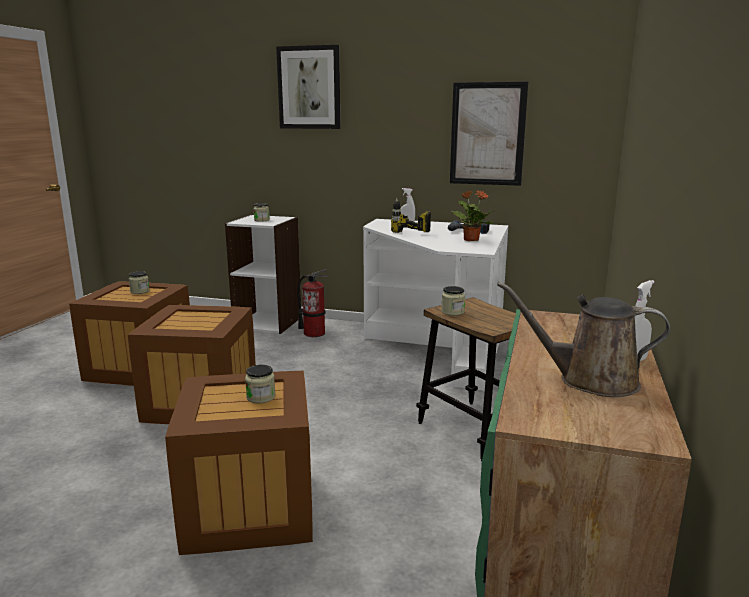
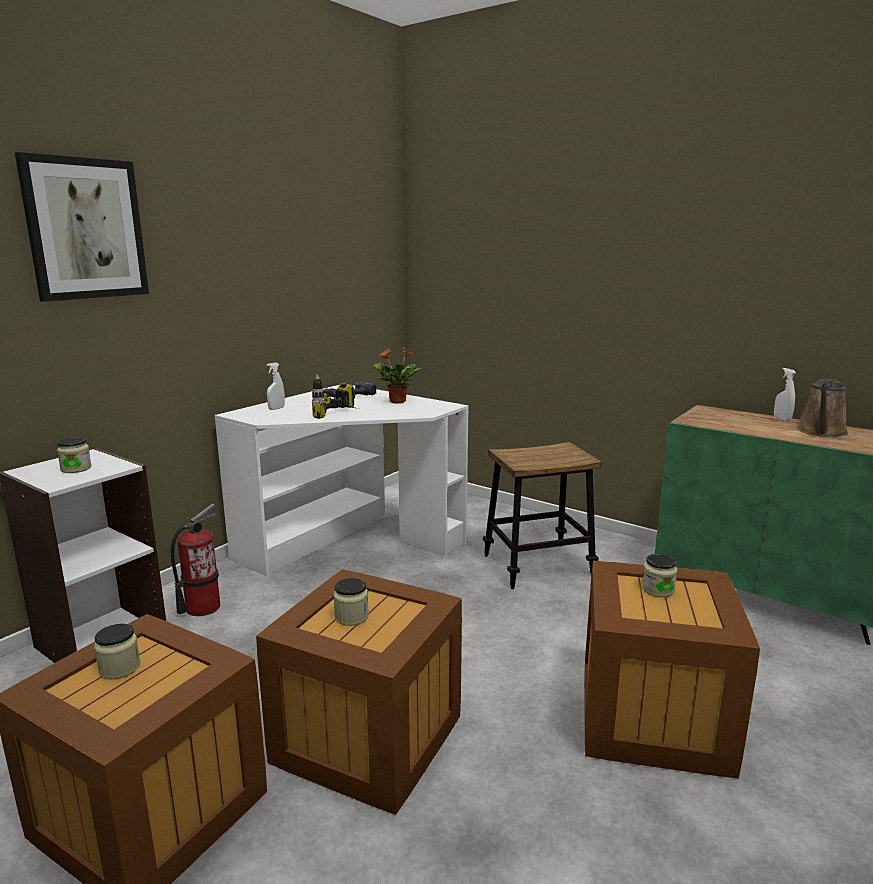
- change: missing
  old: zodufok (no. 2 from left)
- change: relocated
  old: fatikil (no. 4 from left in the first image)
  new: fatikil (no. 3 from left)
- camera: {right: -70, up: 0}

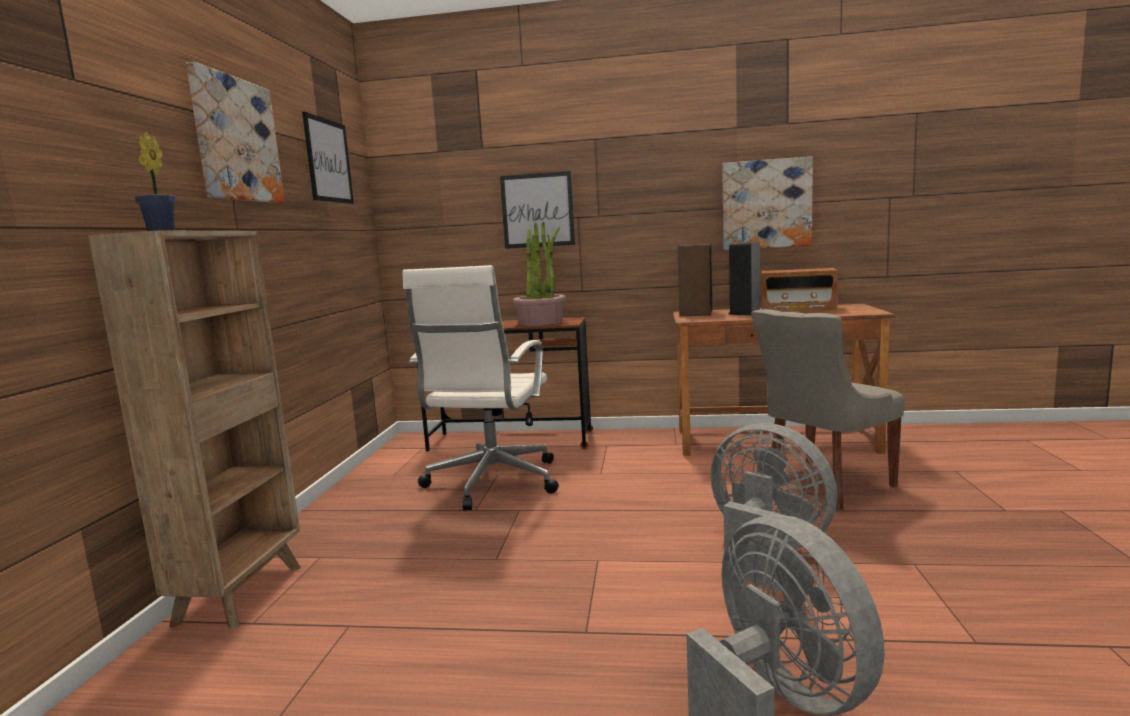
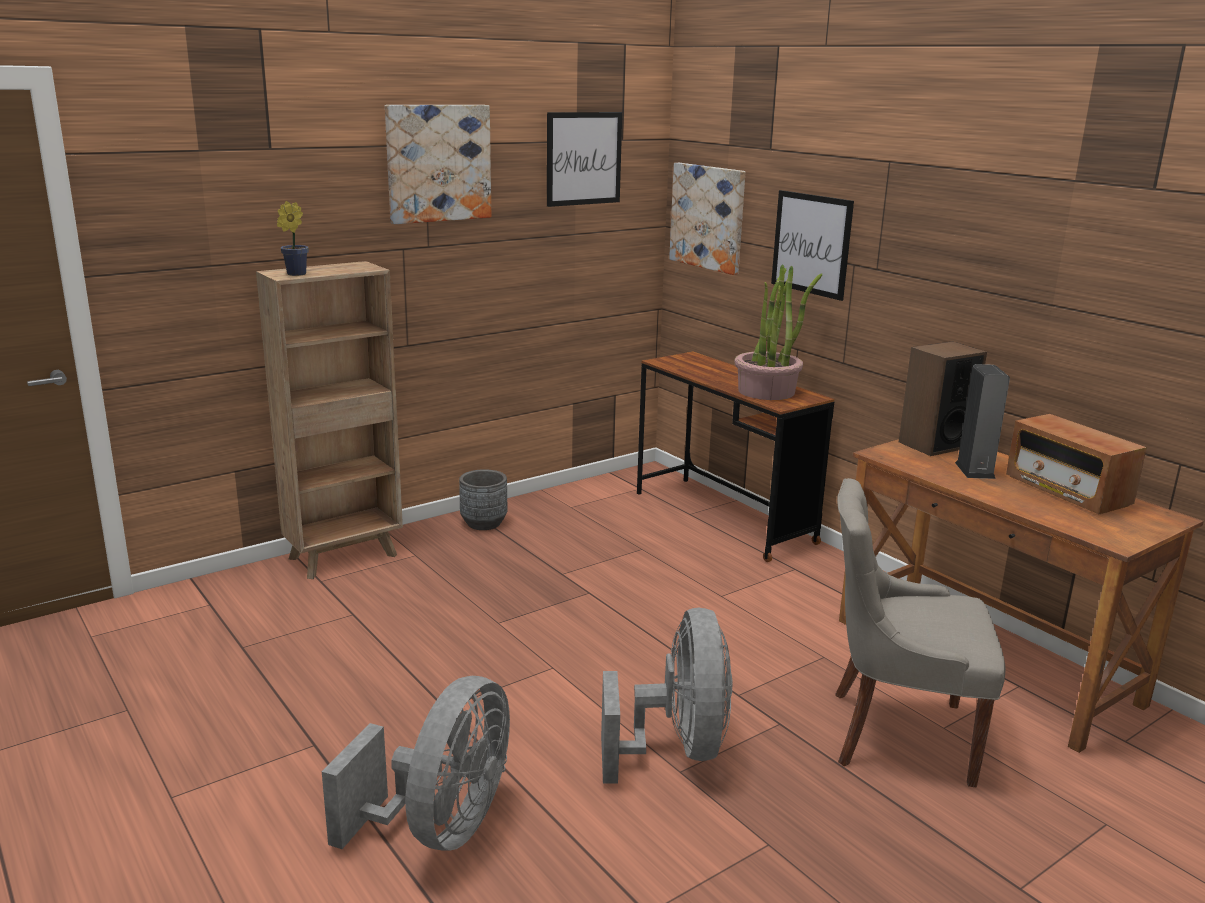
- change: relocated
  old: zodufok (no. 4 from left in the first image)
  new: zodufok (no. 3 from left)
- change: missing
  old: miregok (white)
- change: appeared
  new: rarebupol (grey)
- camera: {right: 45, up: 10}

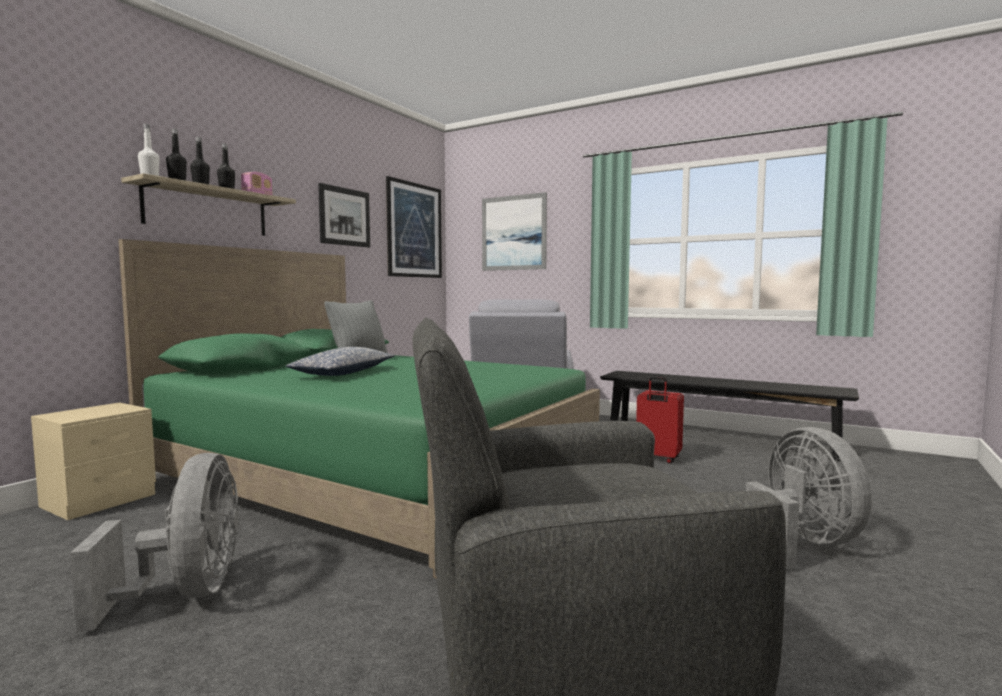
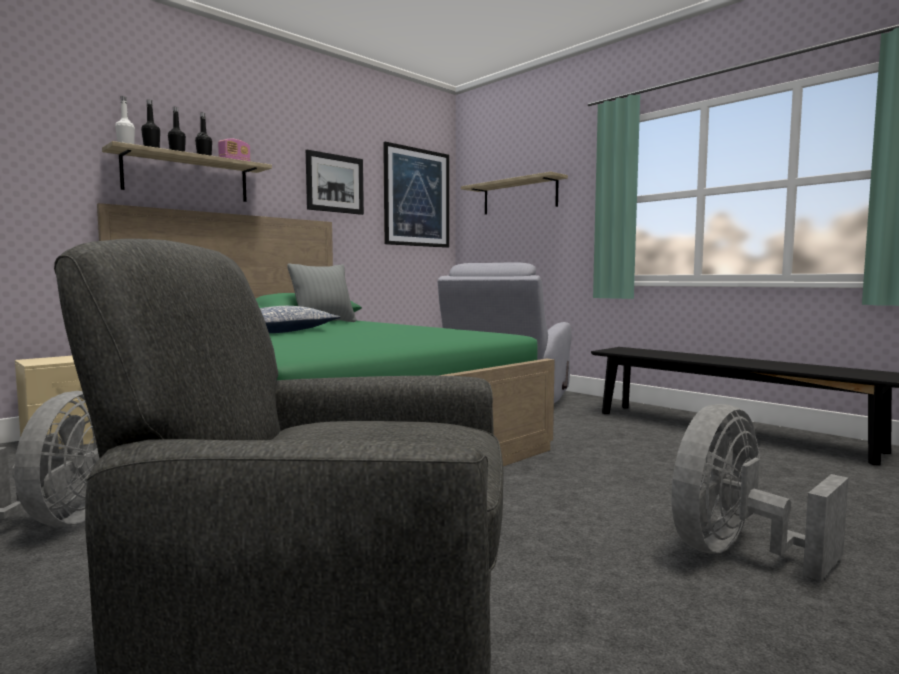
- change: exchanged
  old: zodufok (no. 3 from left)
  new: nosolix (no. 2 from left)
- change: missing
  old: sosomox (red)
- change: spun
  old: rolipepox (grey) (no. 2 from left)
  degrees: -135
- camera: {right: 15, up: 0}

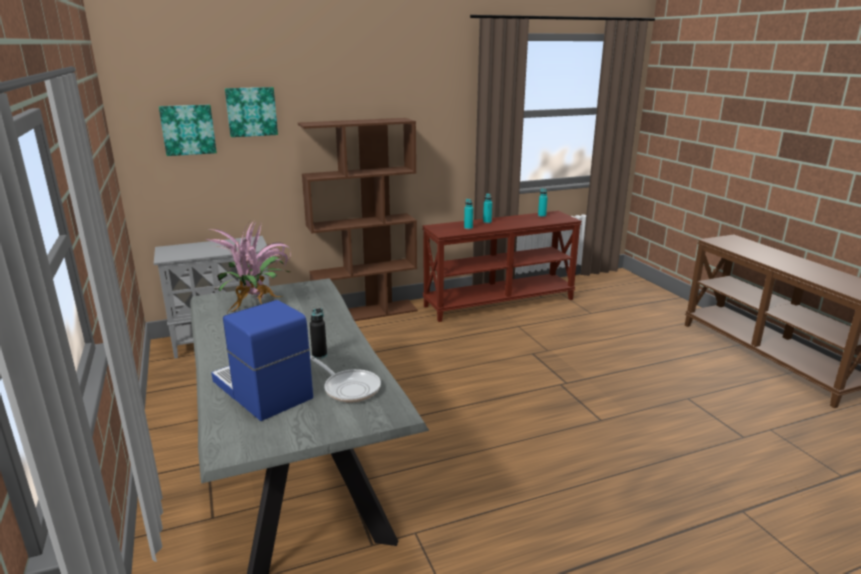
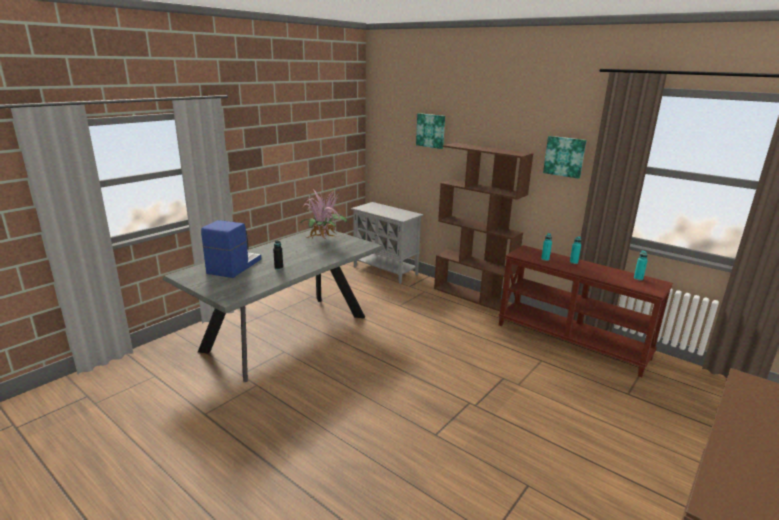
- change: relocated
  old: zodufok (no. 1 from left in the first image)
  new: zodufok (no. 2 from left)
- change: missing
  old: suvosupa
- camera: {right: 60, up: 0}

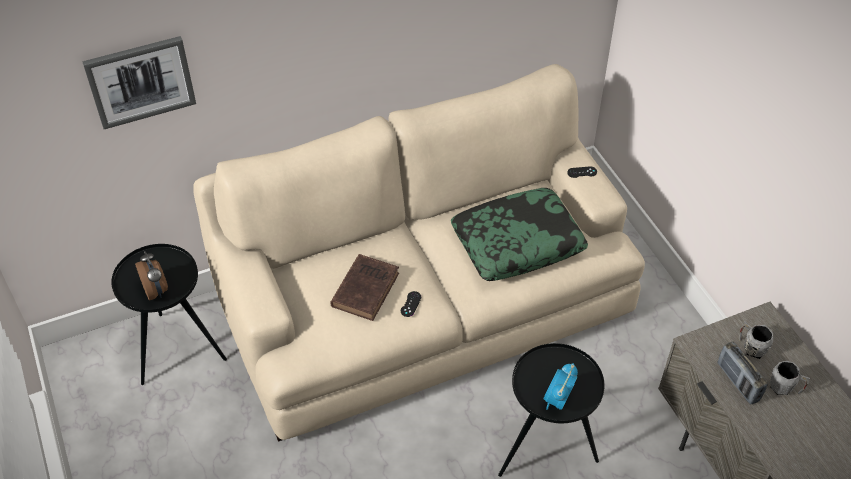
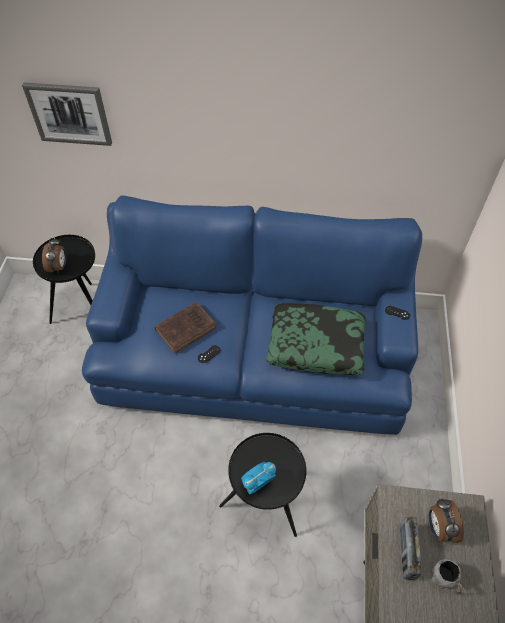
- change: colour
  old: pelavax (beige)
  new: pelavax (blue)
- change: exchanged
  old: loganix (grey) (no. 1 from left)
  new: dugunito (no. 3 from left)
- camera: {right: 30, up: 5}

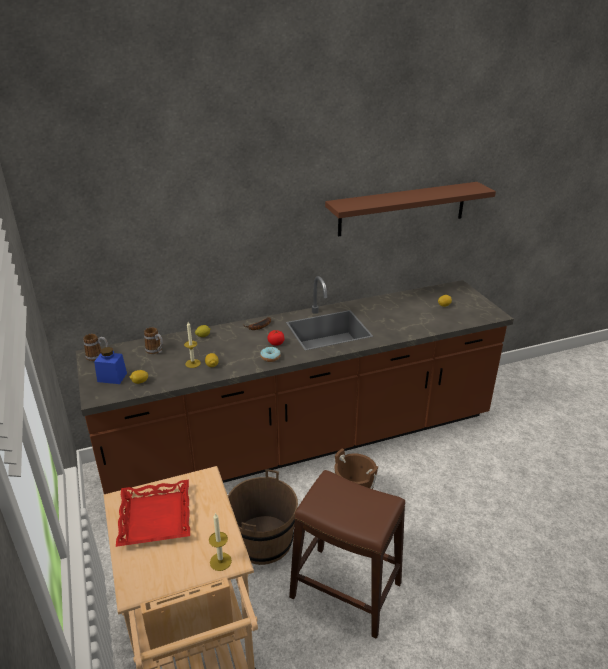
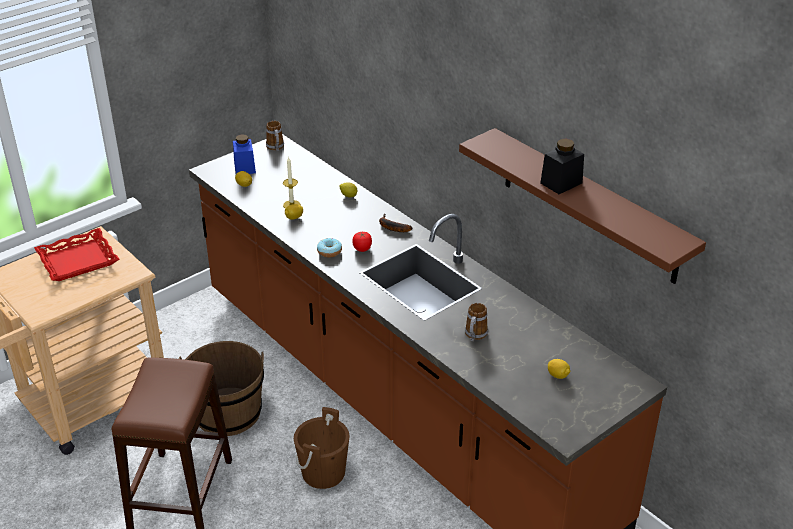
- change: relocated
  old: loganix (no. 2 from left)
- change: missing
  old: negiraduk (no. 2 from left)
- change: appeared
  new: fatikil (black)
- camera: {right: 70, up: 5}

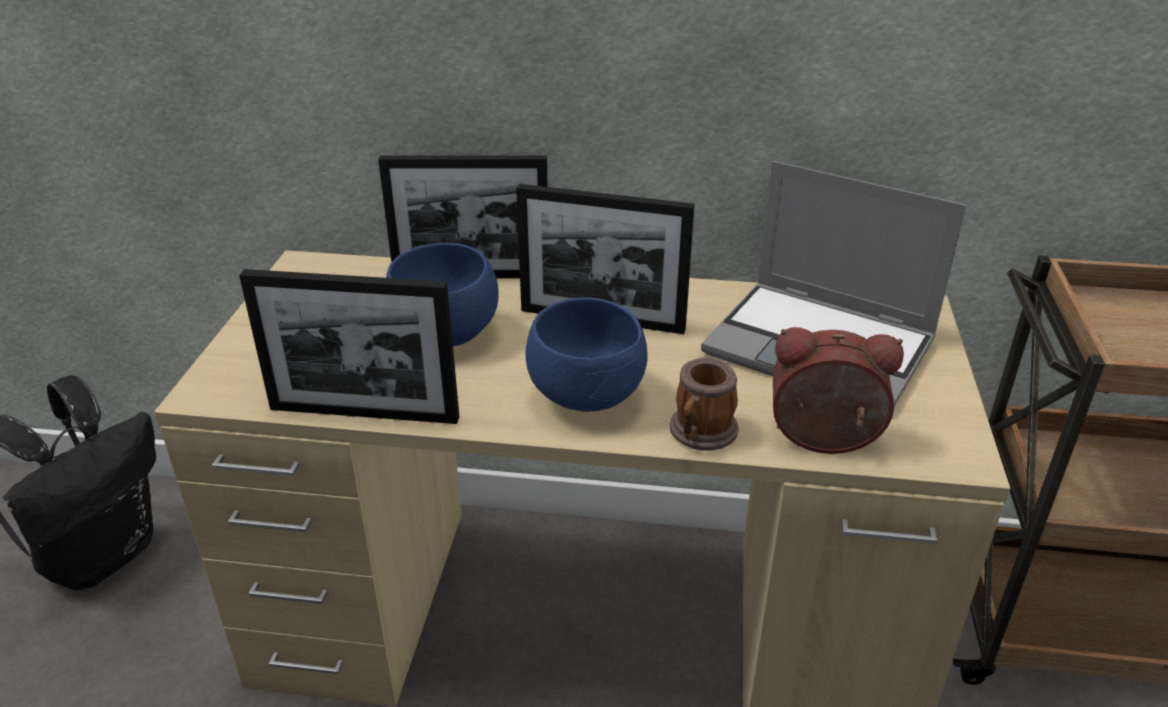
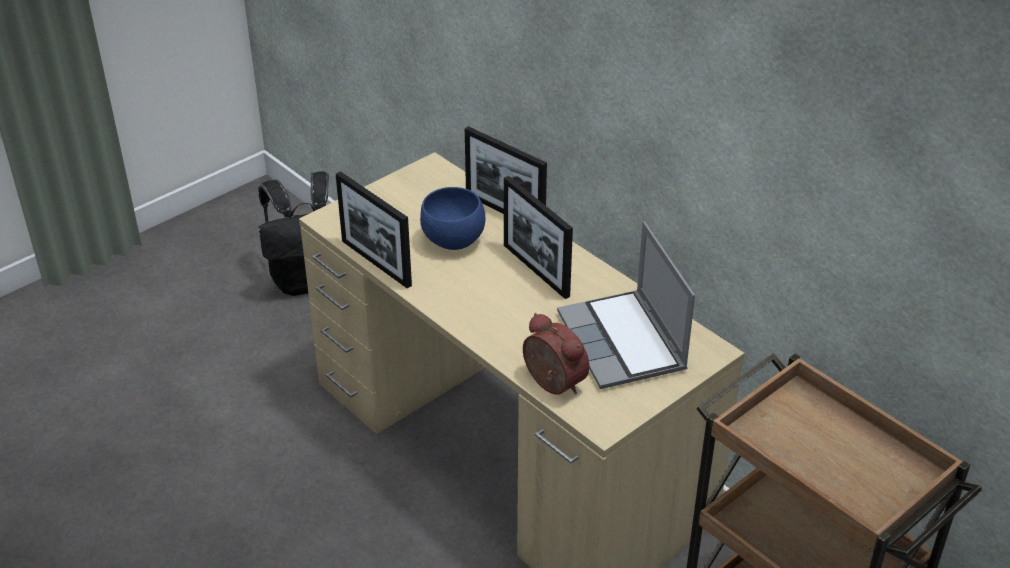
- change: missing
  old: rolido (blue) (no. 2 from left)
- change: missing
  old: loganix
- camera: {right: 40, up: 5}

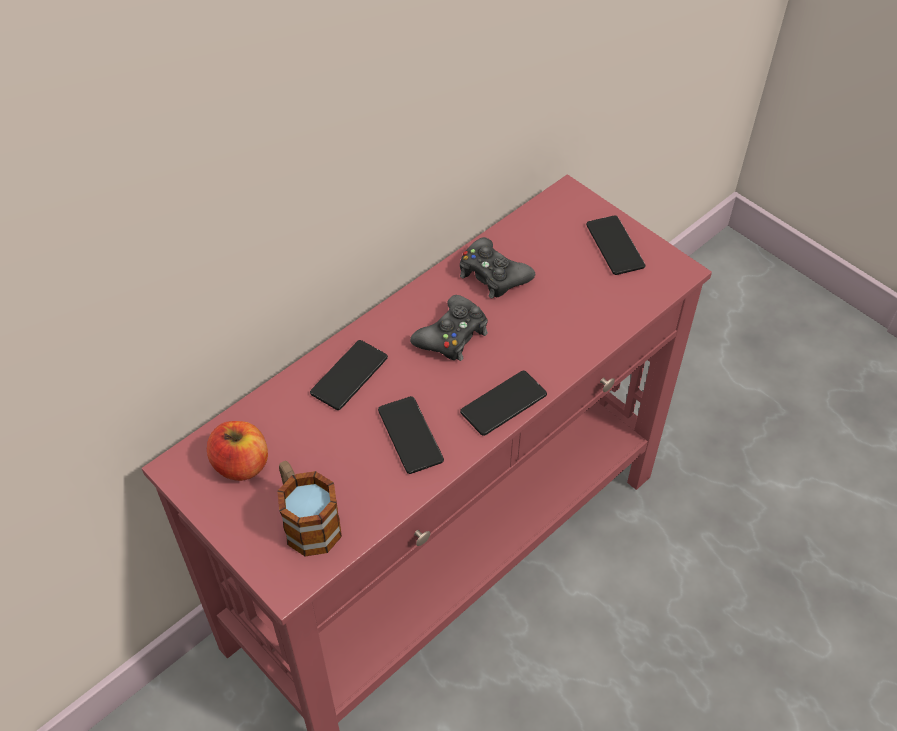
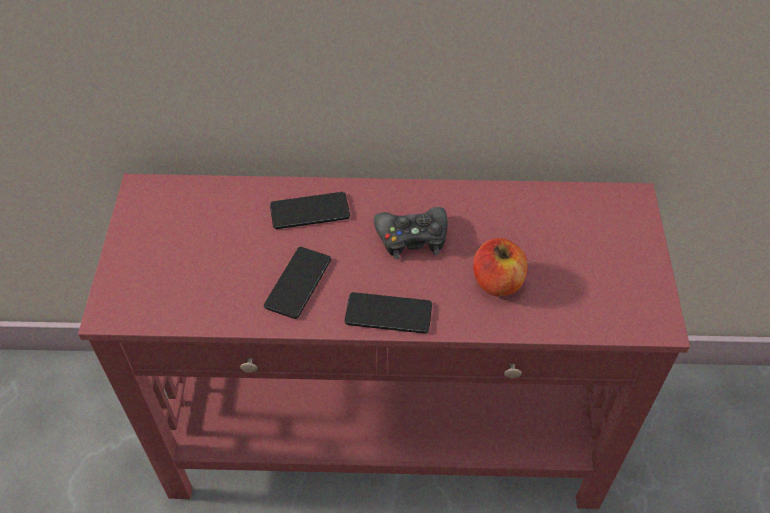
- change: missing
  old: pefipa (no. 4 from left)
- change: missing
  old: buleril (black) (no. 2 from left)
- change: relocated
  old: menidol
- change: missing
  old: loganix
- camera: {right: 45, up: 0}

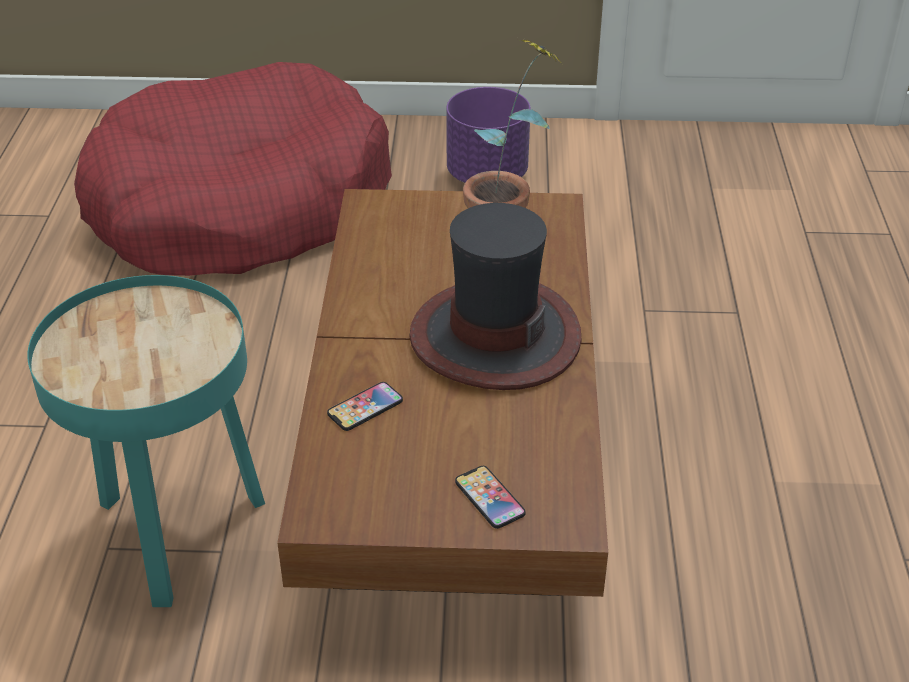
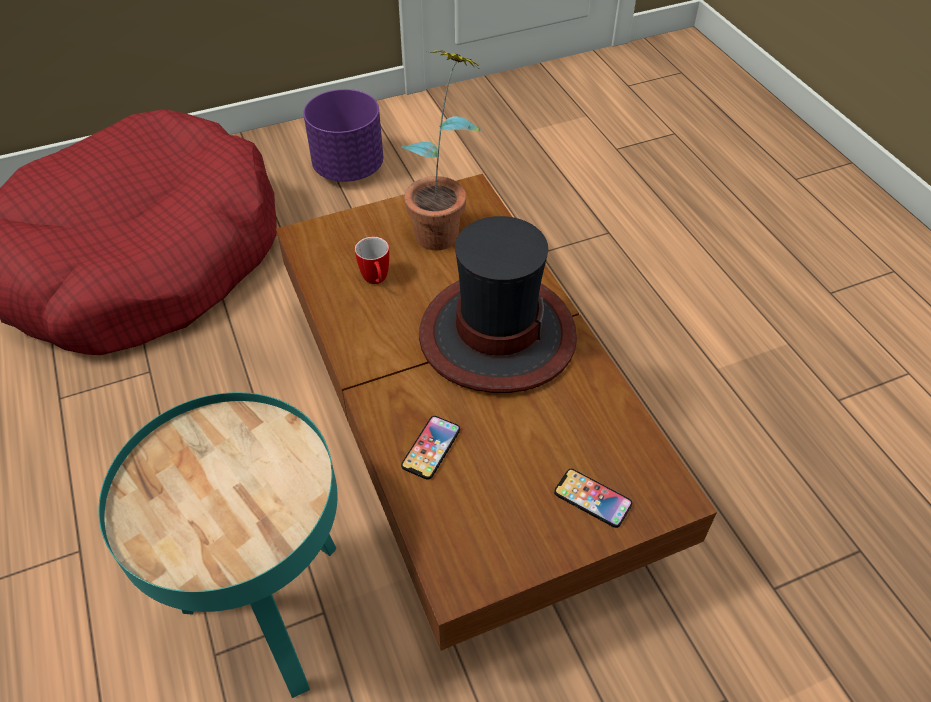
- change: appeared
  new: loganix
- camera: {right: -25, up: 10}

